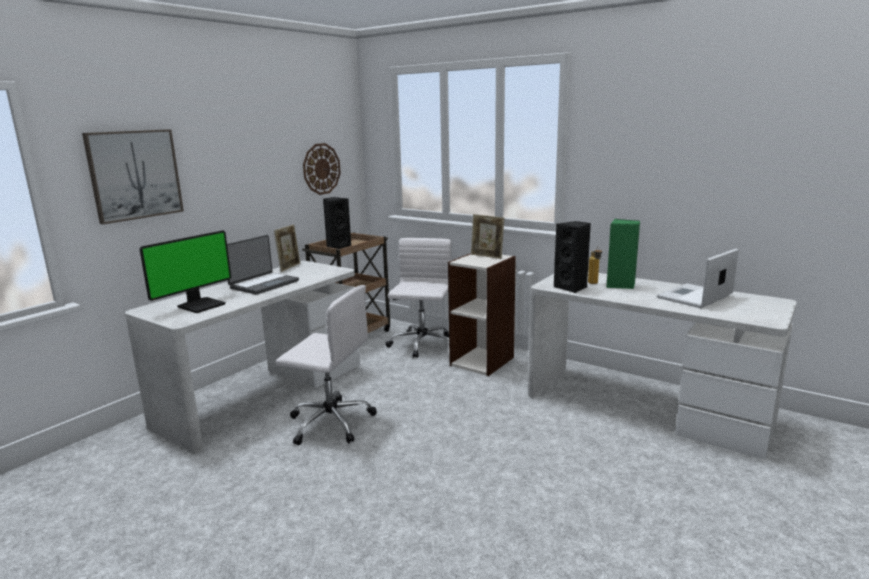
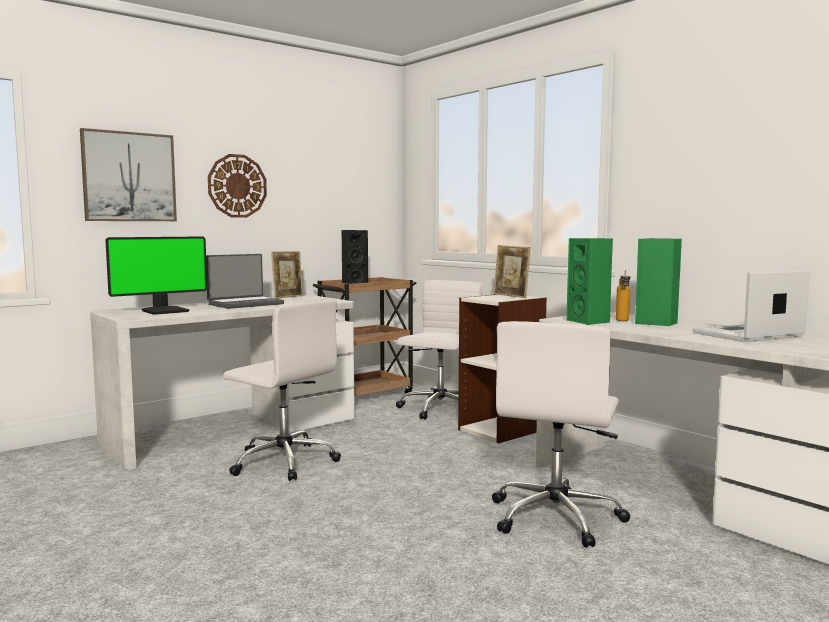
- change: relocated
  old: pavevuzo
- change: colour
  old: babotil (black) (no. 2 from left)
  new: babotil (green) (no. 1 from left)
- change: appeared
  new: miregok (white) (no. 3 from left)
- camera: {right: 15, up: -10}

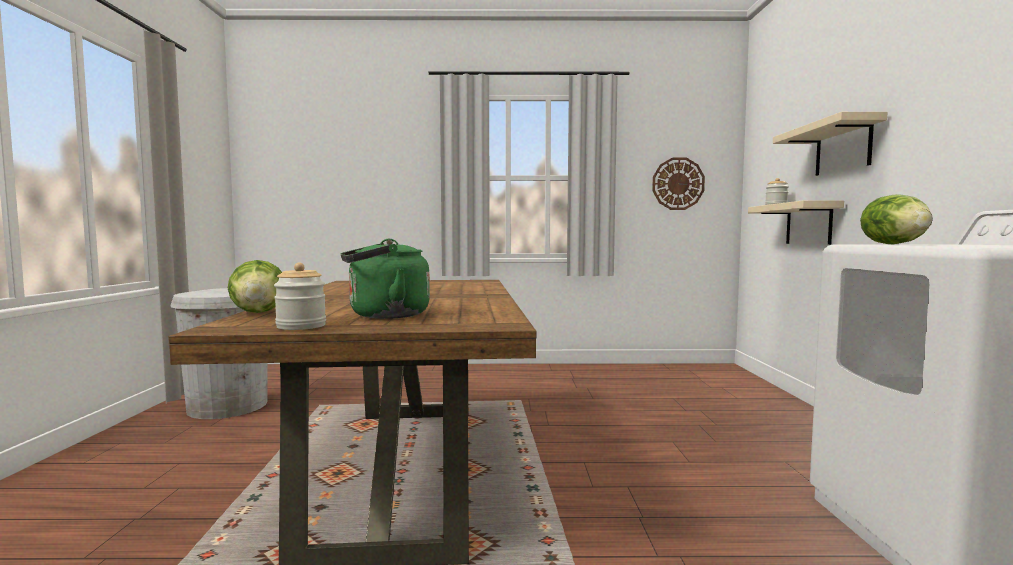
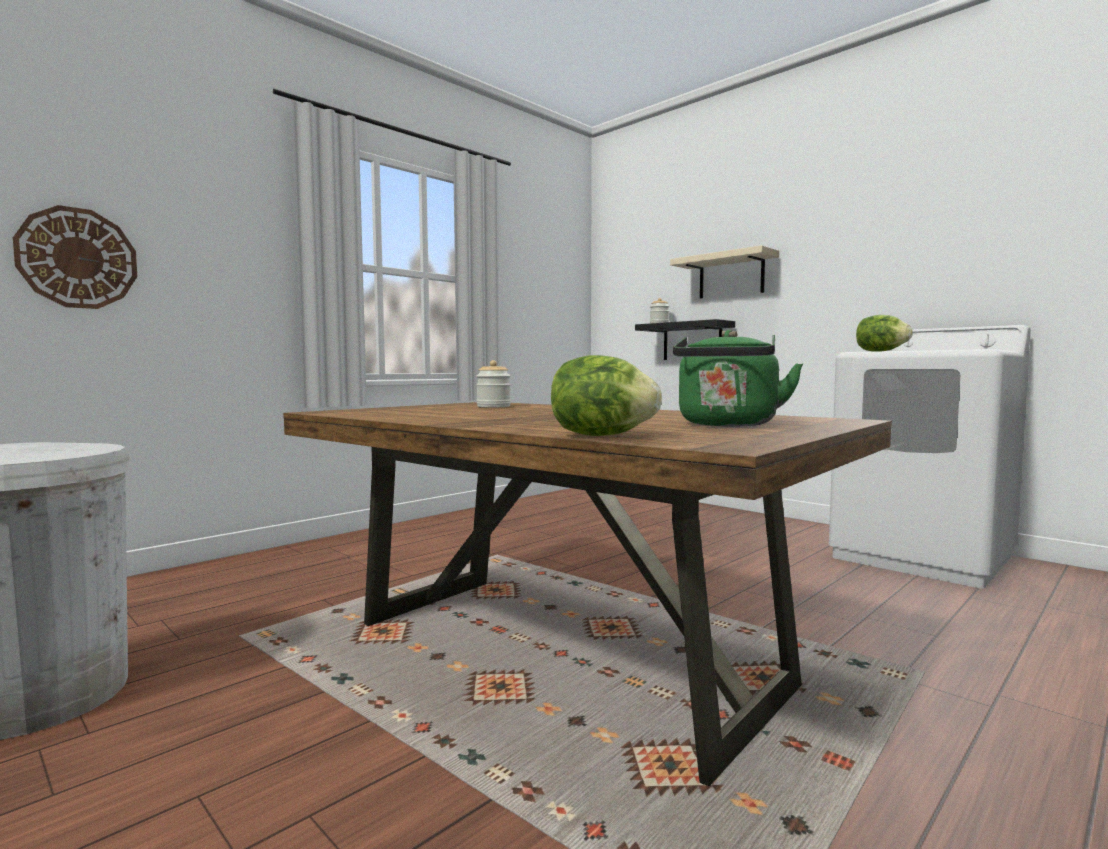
- change: relocated
  old: pavevuzo
- change: colour
  old: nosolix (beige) (no. 1 from left)
  new: nosolix (black)
- change: relocated
  old: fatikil (no. 1 from left)
- camera: {right: -45, up: 0}

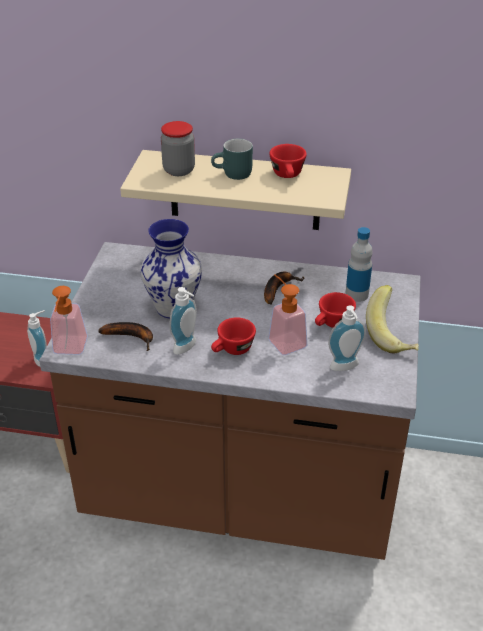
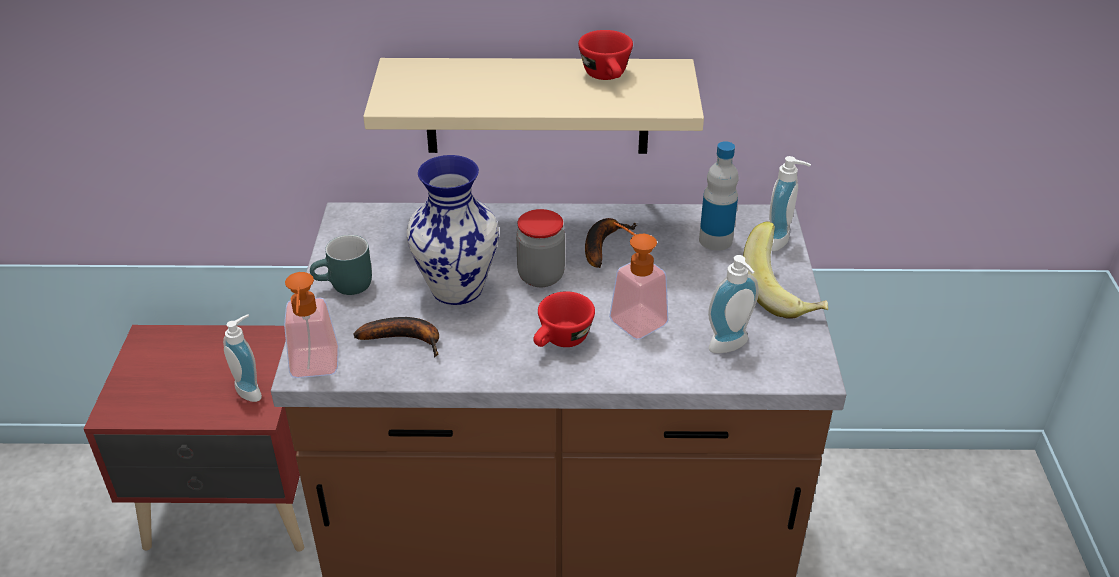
- change: relocated
  old: fatikil
- change: relocated
  old: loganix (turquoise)
- change: relocated
  old: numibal (no. 3 from left in the first image)
  new: numibal (no. 5 from left)
- change: missing
  old: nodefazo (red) (no. 3 from left)
- camera: {right: -10, up: 0}

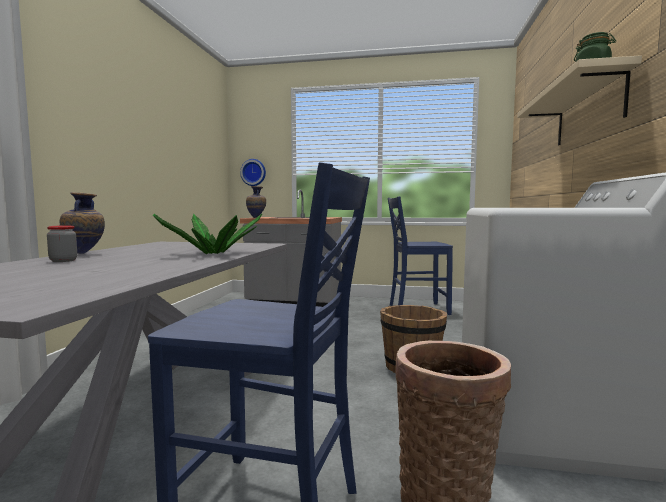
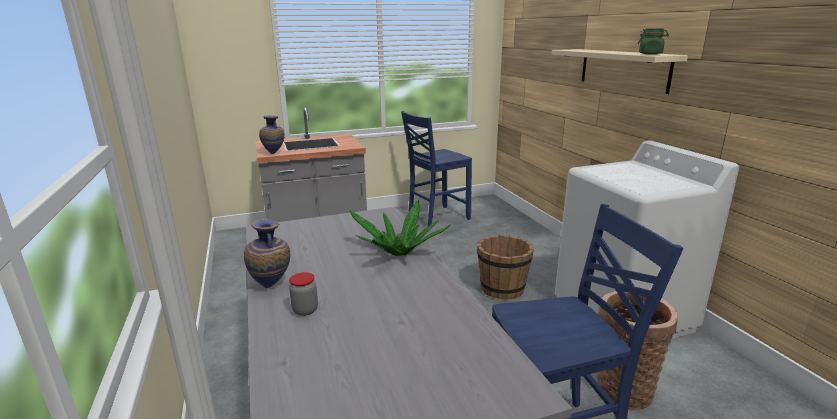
- change: missing
  old: pavevuzo
- camera: {right: -30, up: 15}

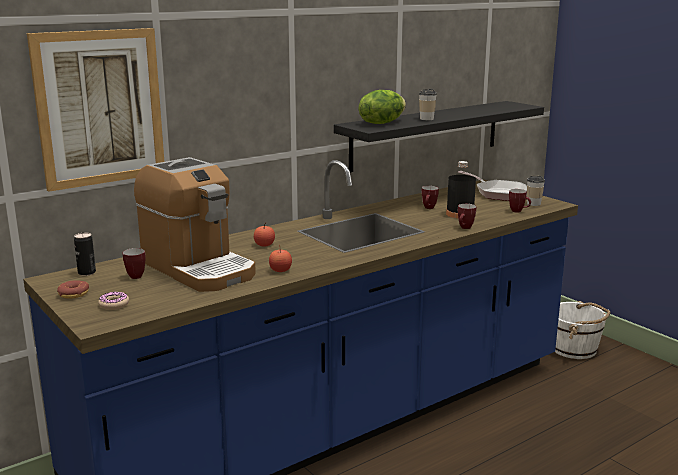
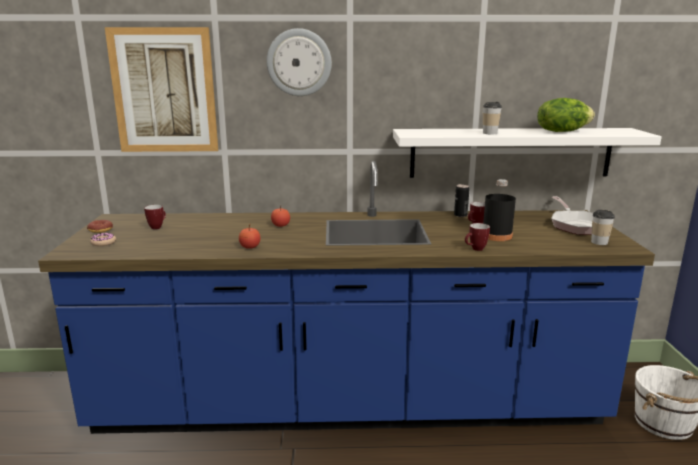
- change: relocated
  old: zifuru
- change: colour
  old: nosolix (black)
  new: nosolix (white)
- change: missing
  old: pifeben
- change: missing
  old: loganix (no. 4 from left)
- change: relocated
  old: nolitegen
- change: appeared
  new: pavevuzo
- camera: {right: 35, up: 0}

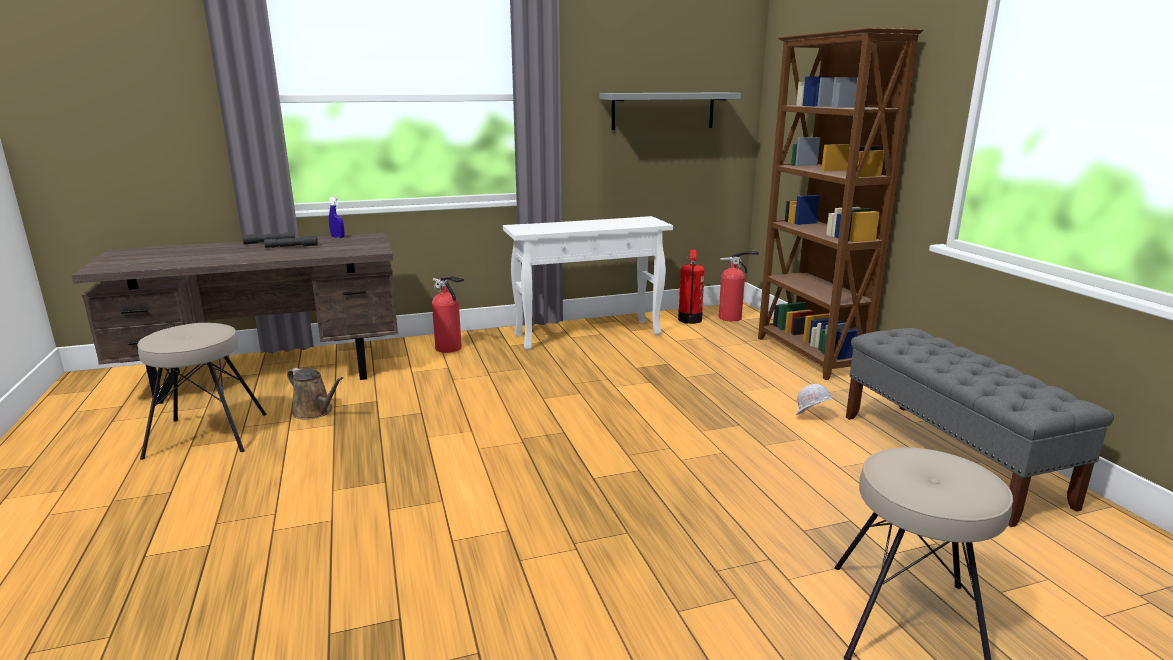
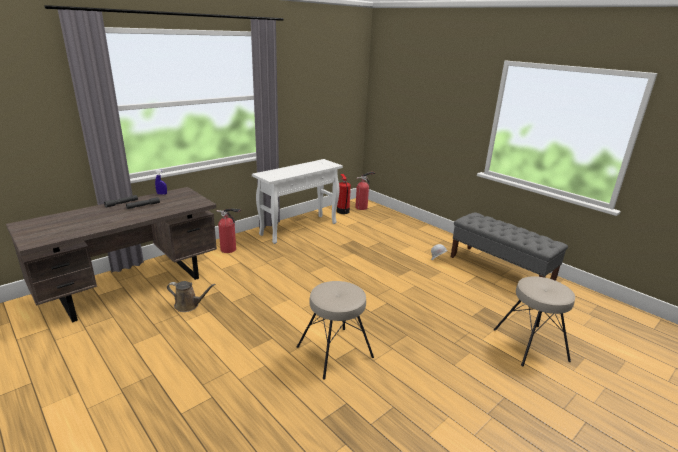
- change: missing
  old: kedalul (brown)
- change: missing
  old: nosolix (grey)
- change: relocated
  old: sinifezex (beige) (no. 1 from left)
- camera: {right: -25, up: 5}

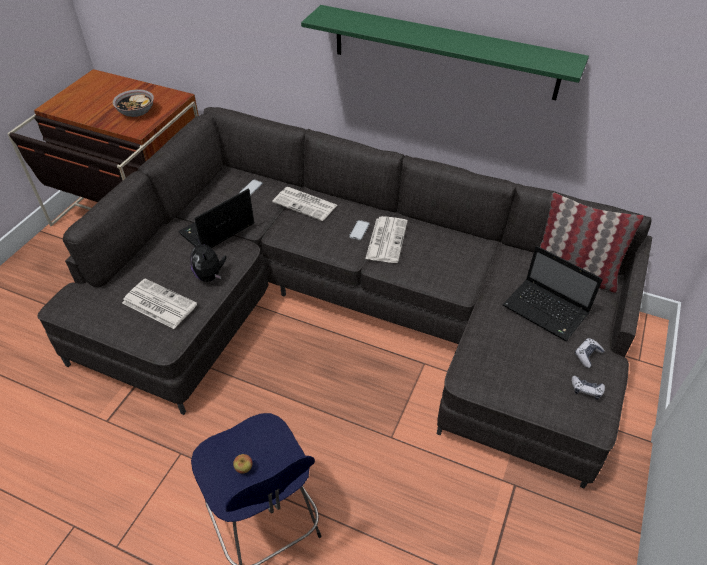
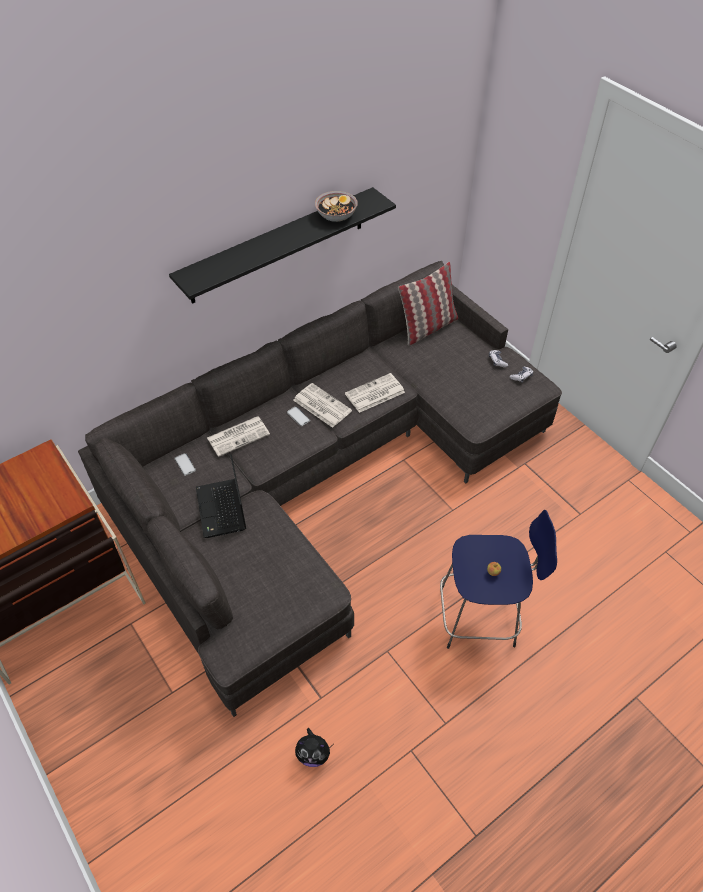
- change: colour
  old: nosolix (green)
  new: nosolix (black)
- change: relocated
  old: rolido
- change: relocated
  old: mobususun
- change: missing
  old: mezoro (no. 2 from left)
- change: relocated
  old: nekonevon (no. 1 from left in the first image)
  new: nekonevon (no. 3 from left)
- camera: {right: -60, up: 5}

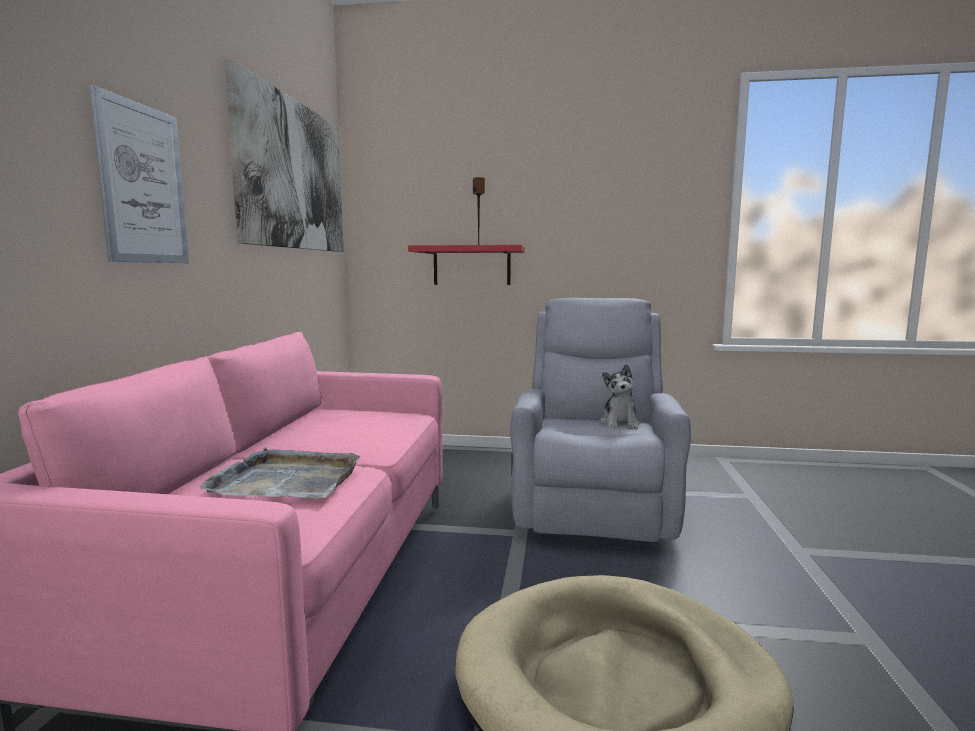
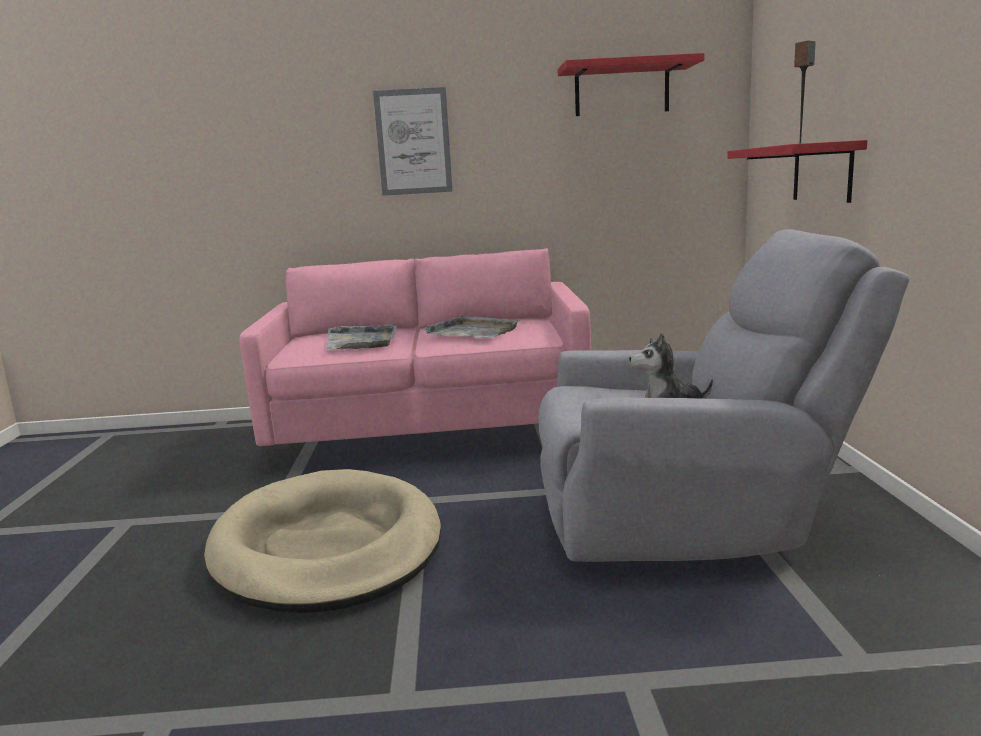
- change: exchanged
  old: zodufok (no. 2 from left)
  new: nosolix (red) (no. 1 from left)
- change: appeared
  new: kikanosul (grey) (no. 2 from left)
- camera: {right: 80, up: 5}

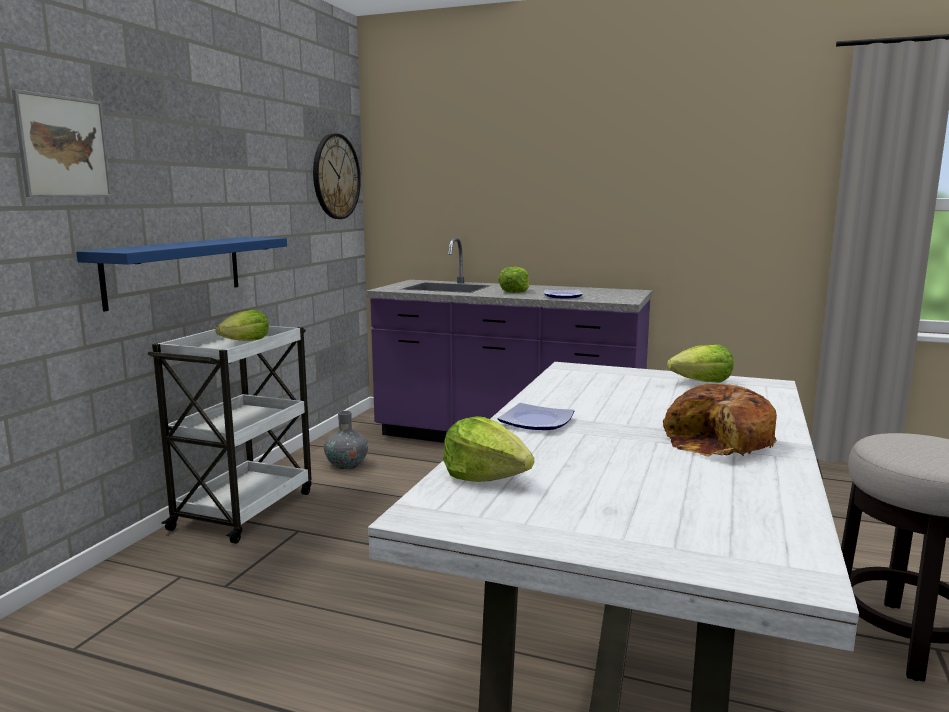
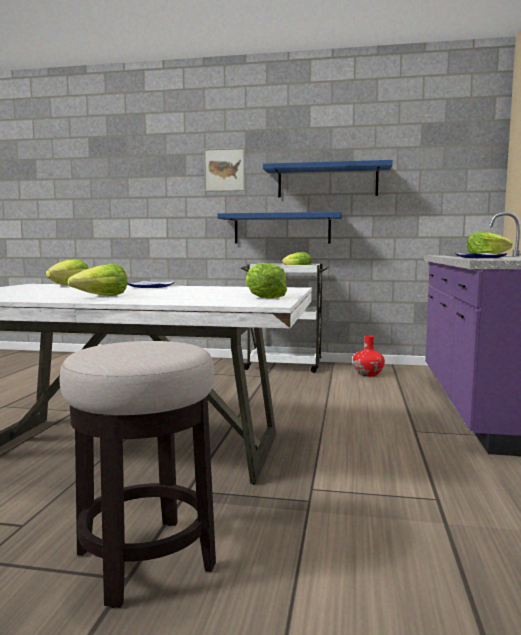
- change: missing
  old: pavevuzo
- change: exchanged
  old: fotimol
  new: zifuru (no. 2 from left)
- change: colour
  old: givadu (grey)
  new: givadu (red)
- change: appeared
  new: nosolix (blue) (no. 2 from left)
- camera: {right: 80, up: -5}

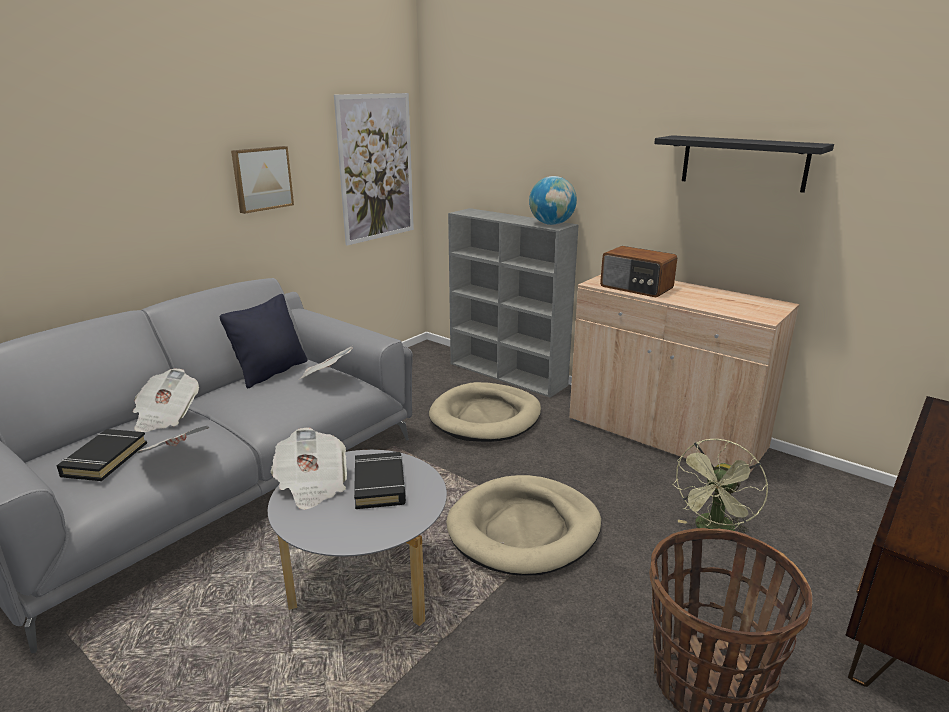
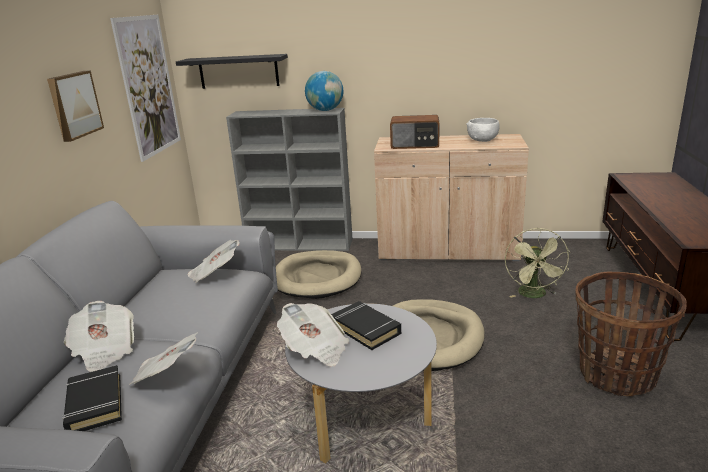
- change: relocated
  old: nosolix (black)
- change: missing
  old: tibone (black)
- change: appeared
  new: rolido (white)
- camera: {right: -30, up: 0}

